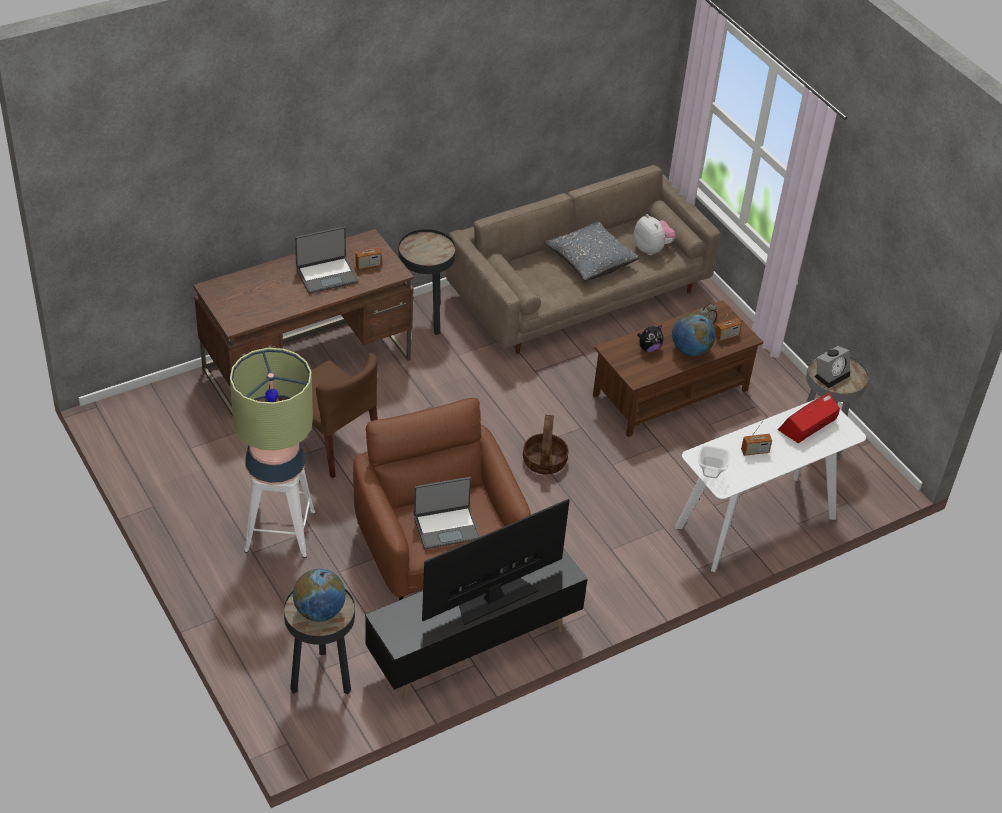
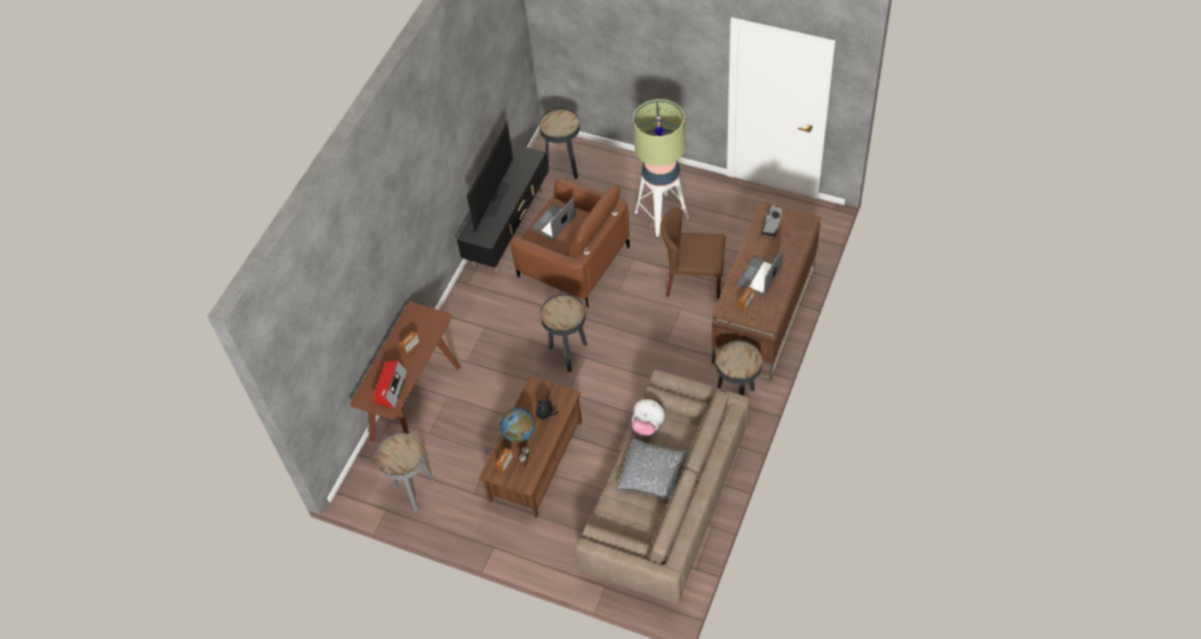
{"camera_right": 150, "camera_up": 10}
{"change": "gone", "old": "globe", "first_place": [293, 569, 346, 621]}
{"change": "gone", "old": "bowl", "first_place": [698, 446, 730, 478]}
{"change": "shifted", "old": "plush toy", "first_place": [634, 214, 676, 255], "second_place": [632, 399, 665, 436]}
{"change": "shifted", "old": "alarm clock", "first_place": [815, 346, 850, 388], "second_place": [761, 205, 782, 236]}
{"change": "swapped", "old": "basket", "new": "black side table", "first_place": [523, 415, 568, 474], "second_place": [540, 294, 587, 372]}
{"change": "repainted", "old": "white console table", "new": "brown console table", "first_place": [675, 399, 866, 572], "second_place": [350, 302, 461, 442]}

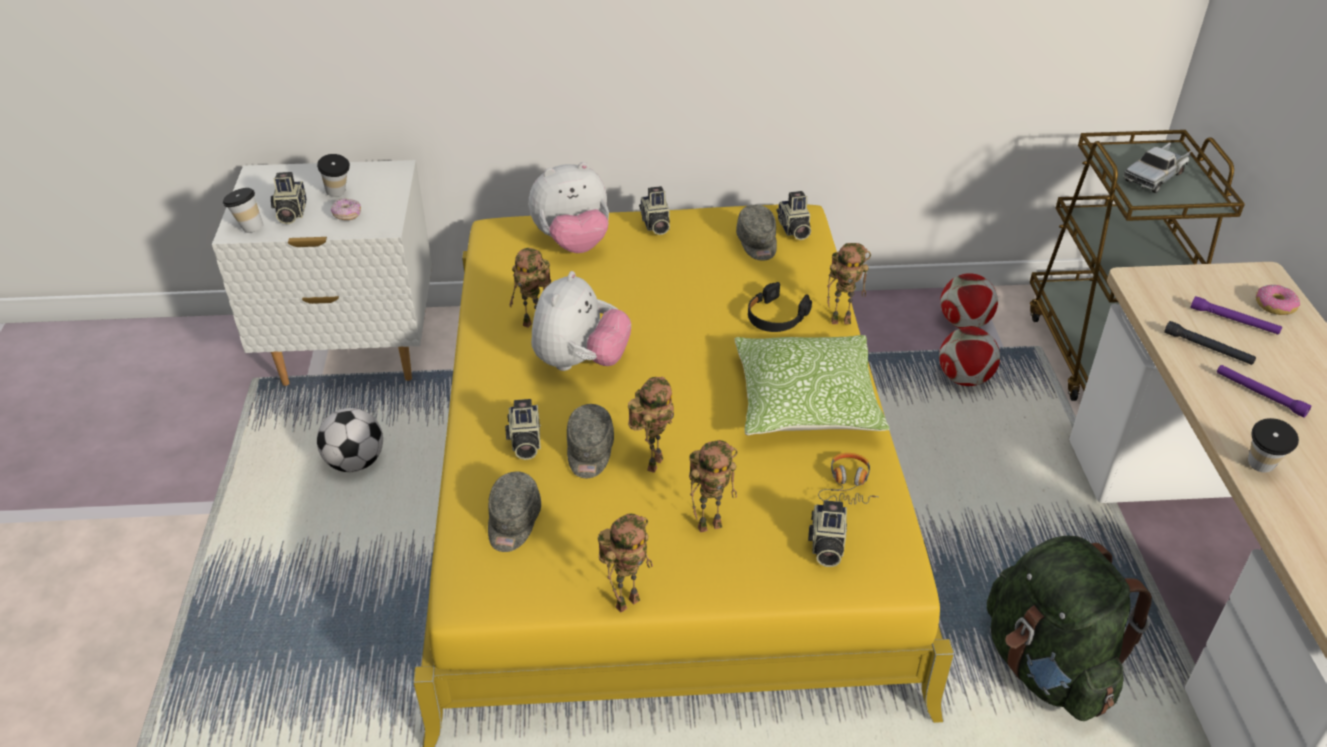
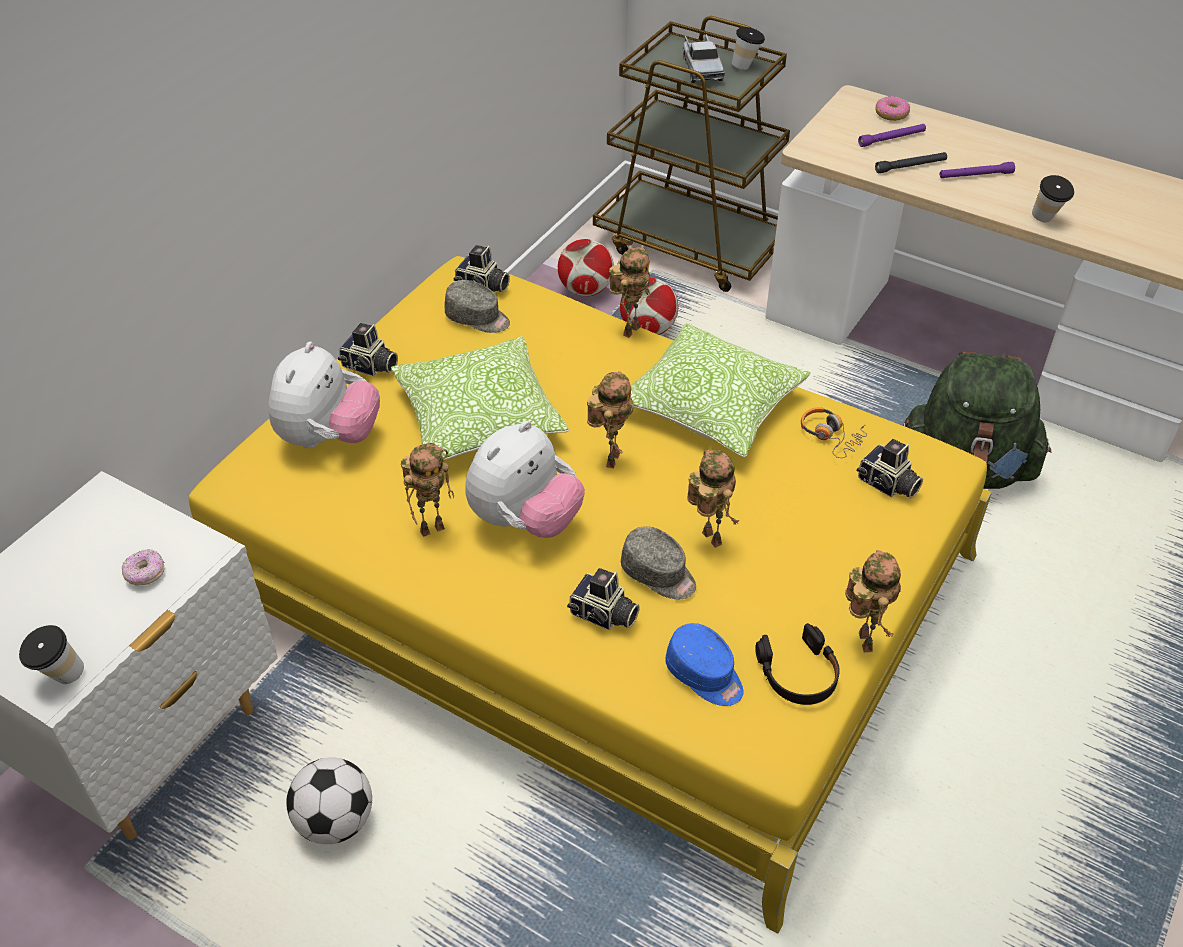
{"camera_right": -55, "camera_up": 5}
{"change": "gone", "old": "photo camera", "first_place": [271, 172, 307, 224]}
{"change": "new", "new": "pillow", "second_place": [391, 336, 569, 460]}
{"change": "shifted", "old": "cup", "first_place": [317, 154, 350, 197], "second_place": [732, 27, 765, 70]}
{"change": "shifted", "old": "toy robot", "first_place": [689, 440, 738, 533], "second_place": [587, 371, 633, 469]}
{"change": "shifted", "old": "black headphones", "first_place": [748, 282, 812, 332], "second_place": [755, 623, 840, 705]}
{"change": "repainted", "old": "grey cap", "new": "blue cap", "first_place": [488, 472, 541, 552], "second_place": [665, 623, 743, 706]}
{"change": "rotated", "old": "plush toy", "first_place": [531, 271, 631, 371], "second_place": [465, 421, 585, 538], "degrees": 75}

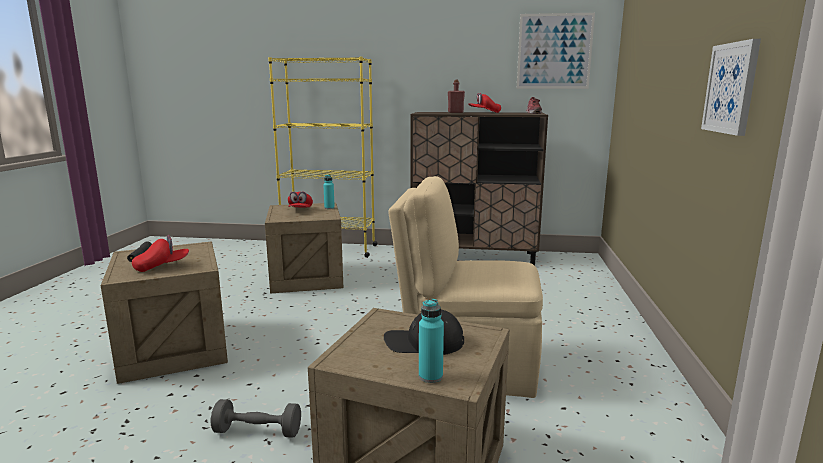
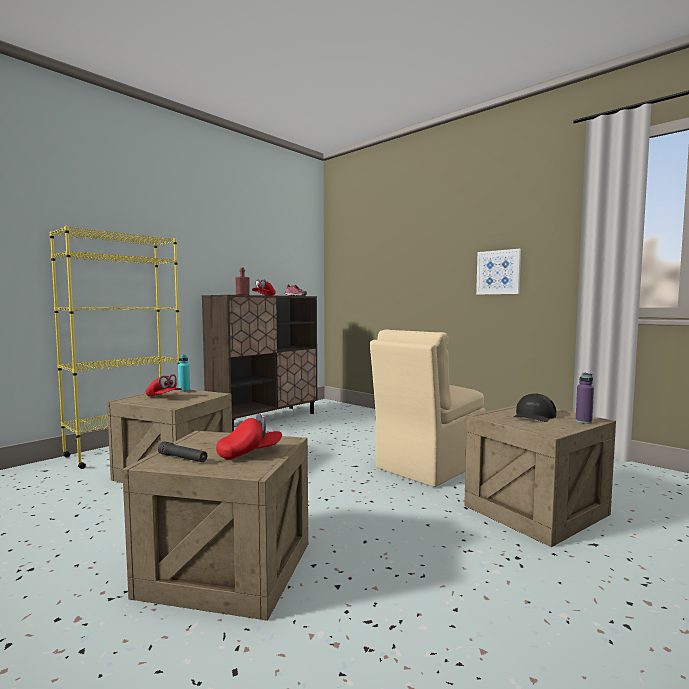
{"camera_right": -55, "camera_up": -10}
{"change": "gone", "old": "grey dumbbell", "first_place": [211, 399, 301, 438]}
{"change": "gone", "old": "picture", "first_place": [516, 13, 595, 89]}
{"change": "repainted", "old": "turquoise bottle", "new": "purple bottle", "first_place": [419, 299, 444, 383], "second_place": [576, 373, 594, 424]}
{"change": "rotated", "old": "red cap", "first_place": [132, 235, 189, 272], "second_place": [216, 414, 282, 460], "degrees": 60}

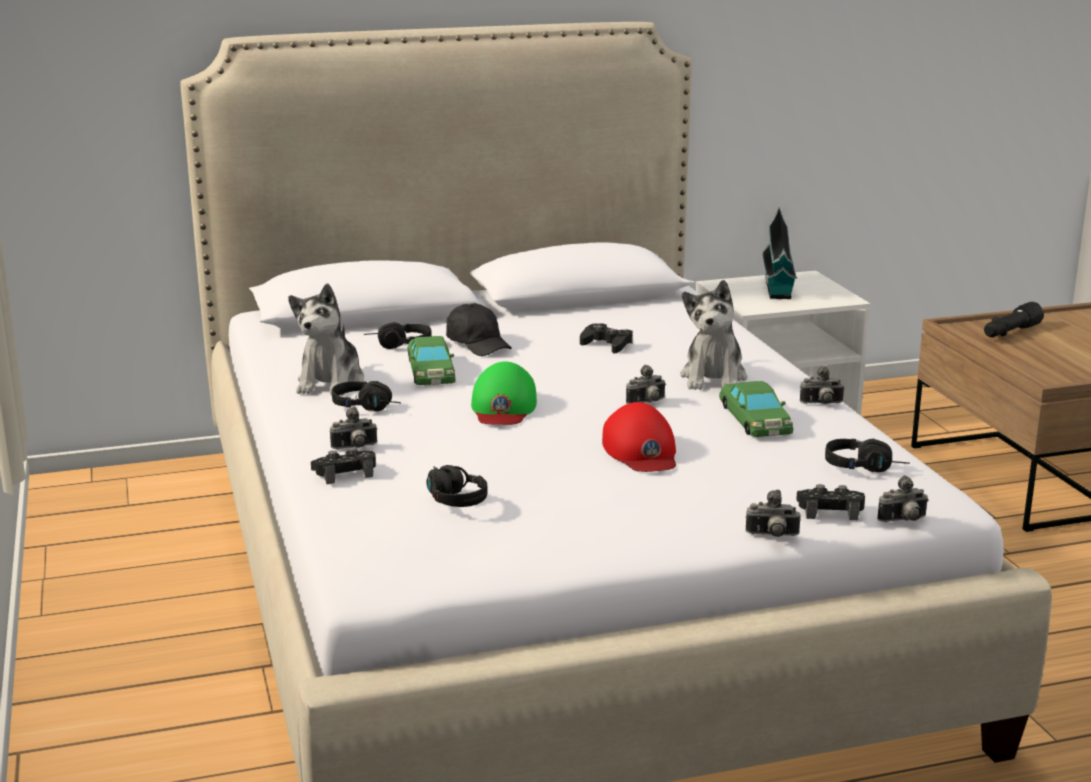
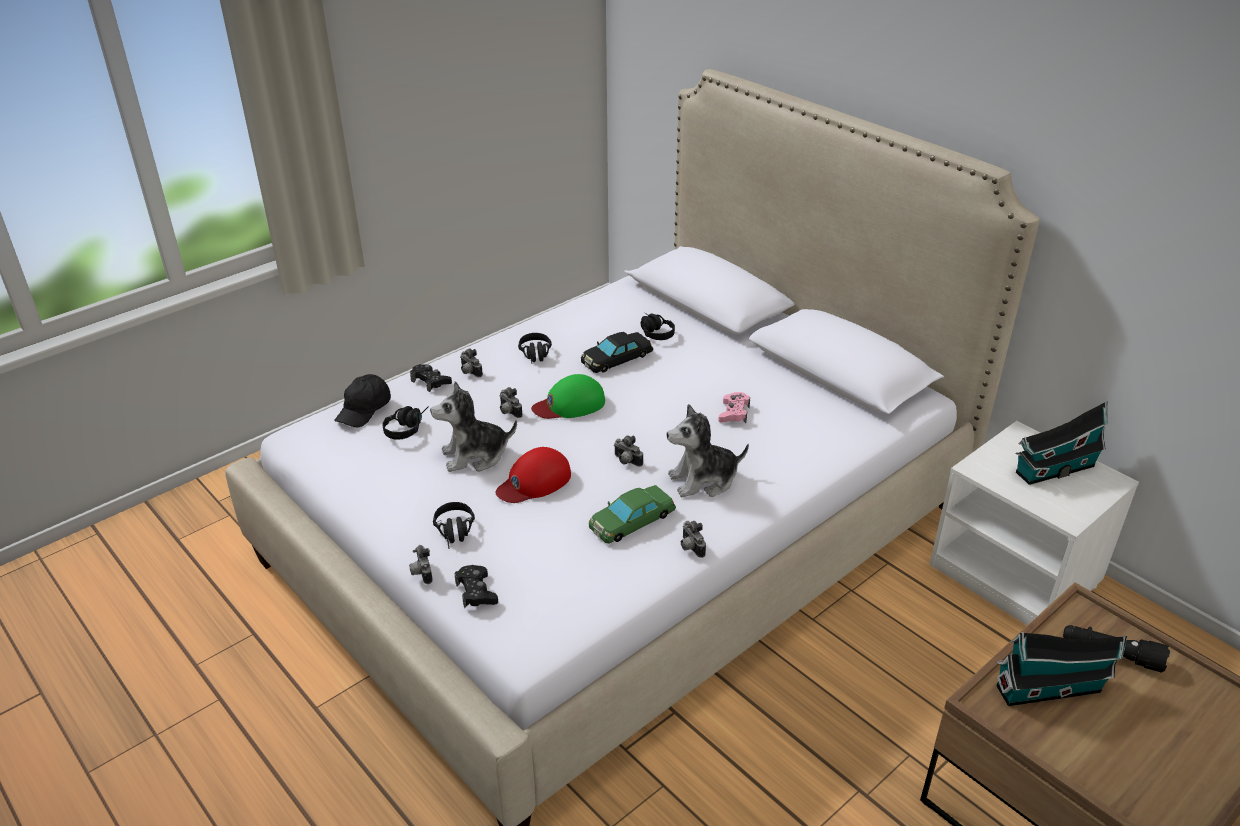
{"camera_right": 65, "camera_up": 15}
{"change": "new", "new": "toy house", "second_place": [996, 632, 1127, 706]}
{"change": "shifted", "old": "plush toy", "first_place": [288, 283, 364, 396], "second_place": [430, 381, 517, 472]}
{"change": "shifted", "old": "black cap", "first_place": [446, 303, 512, 356], "second_place": [334, 374, 391, 427]}
{"change": "shifted", "old": "black headphones", "first_place": [825, 439, 910, 472], "second_place": [433, 502, 475, 549]}
{"change": "shifted", "old": "photo camera", "first_place": [877, 475, 929, 522], "second_place": [500, 387, 523, 418]}
{"change": "repainted", "old": "green toy car", "new": "black toy car", "first_place": [407, 336, 456, 385], "second_place": [581, 332, 653, 373]}
{"change": "repainted", "old": "black game controller", "new": "pink game controller", "first_place": [580, 323, 633, 354], "second_place": [718, 392, 750, 423]}

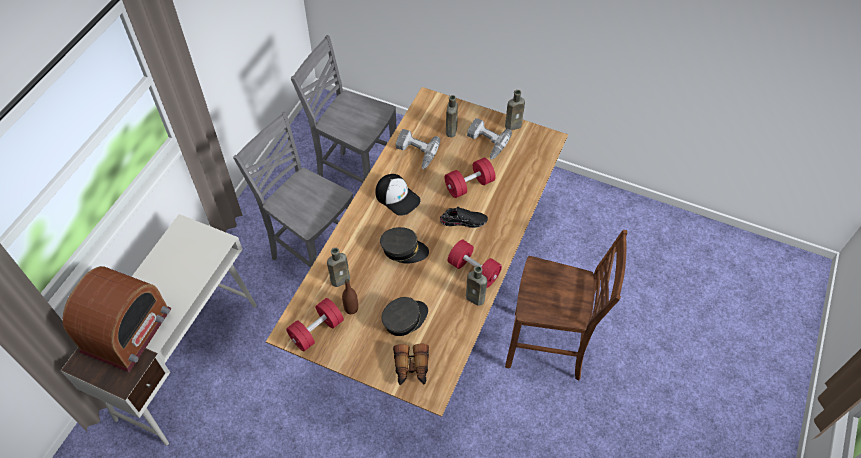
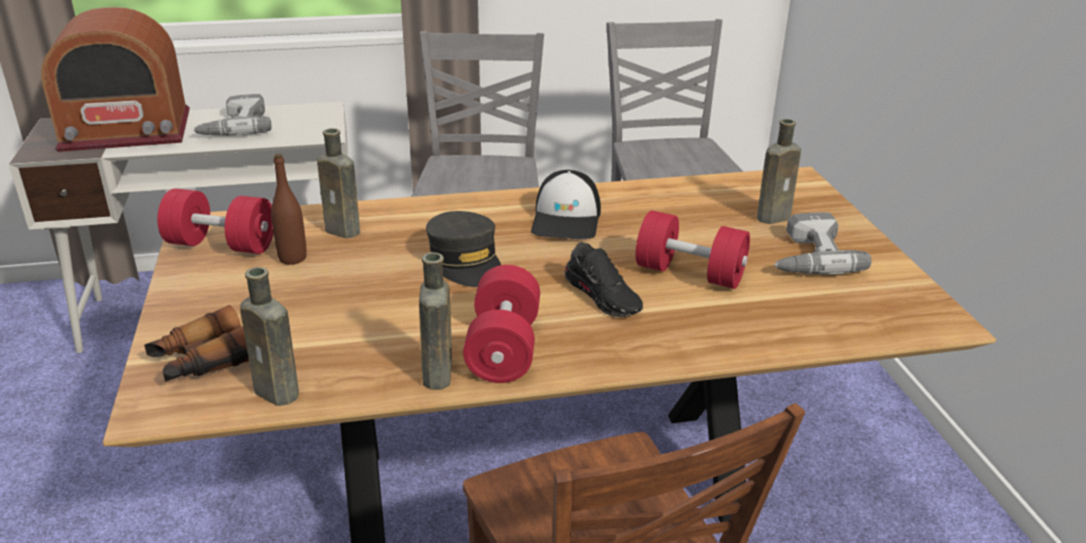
{"camera_right": 55, "camera_up": -25}
{"change": "gone", "old": "grey cap", "first_place": [382, 297, 428, 336]}
{"change": "shifted", "old": "power drill", "first_place": [396, 129, 440, 169], "second_place": [193, 94, 272, 136]}
{"change": "shifted", "old": "brown bottle", "first_place": [505, 90, 525, 130], "second_place": [240, 267, 299, 406]}

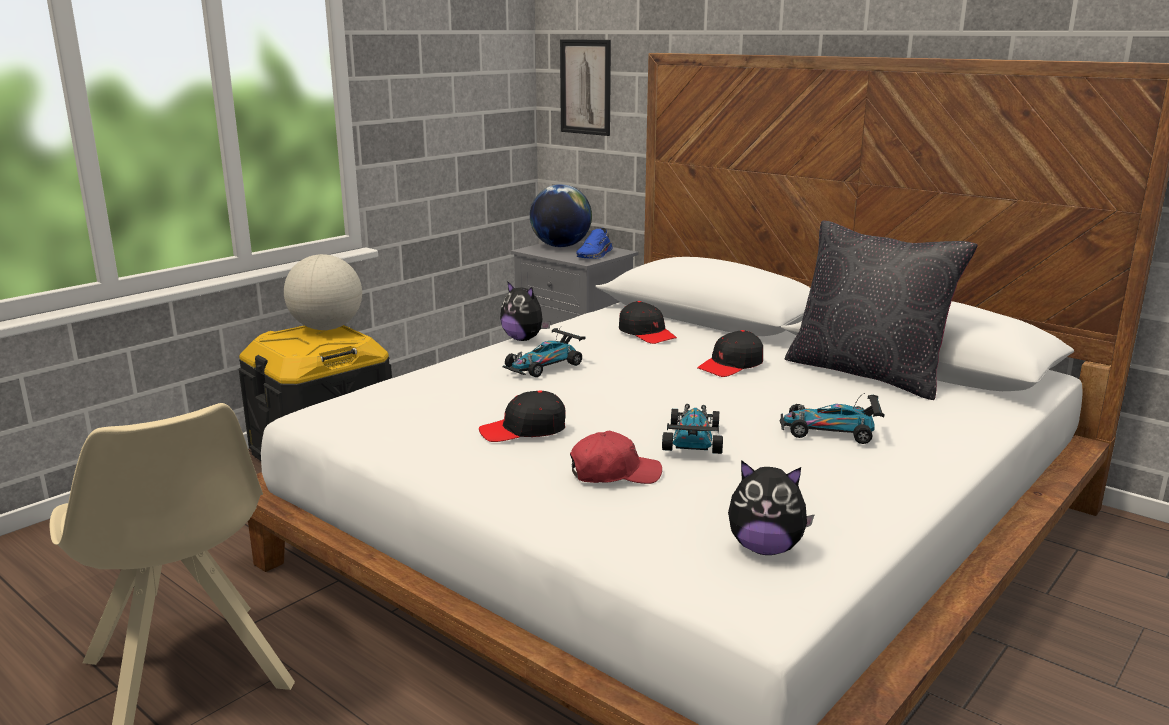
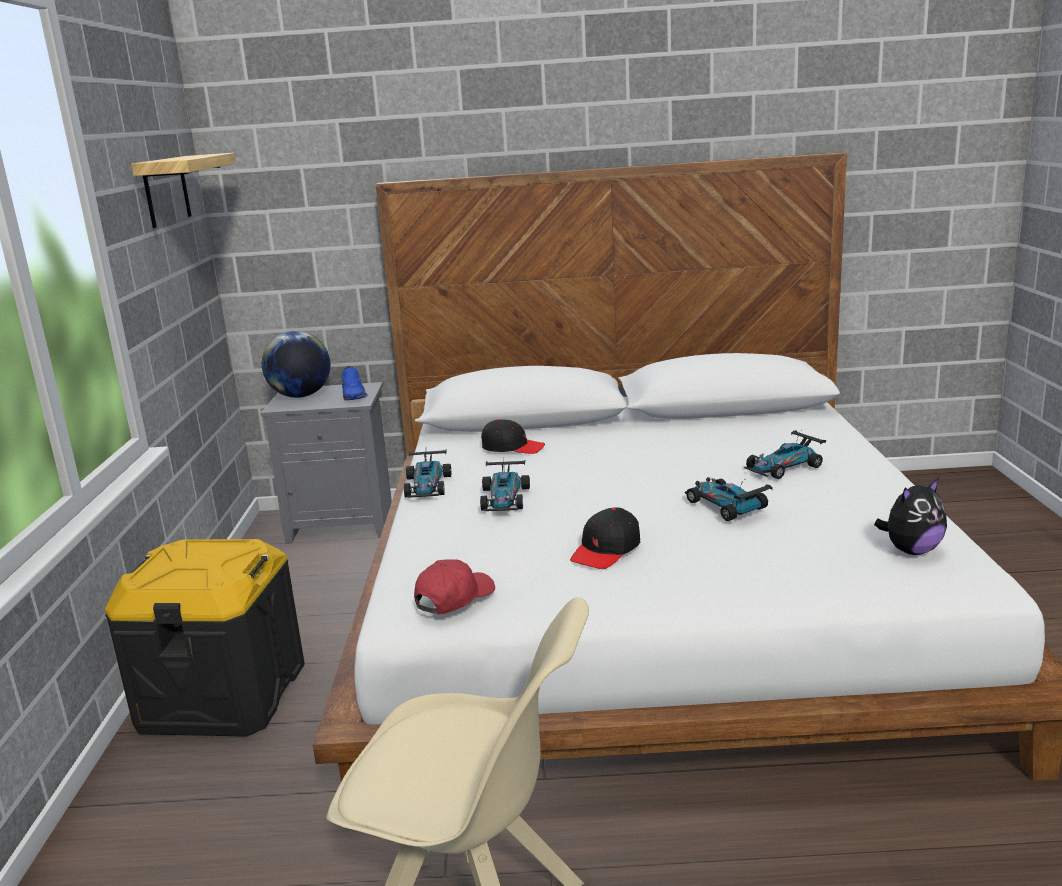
{"camera_right": -40, "camera_up": 0}
{"change": "gone", "old": "globe", "first_place": [284, 254, 362, 330]}
{"change": "gone", "old": "picture", "first_place": [560, 39, 611, 136]}
{"change": "gone", "old": "black cap", "first_place": [697, 330, 763, 377]}
{"change": "gone", "old": "black pillow", "first_place": [785, 220, 978, 400]}
{"change": "new", "new": "shelf", "second_place": [131, 153, 236, 228]}
{"change": "shifted", "old": "red cap", "first_place": [570, 431, 662, 484], "second_place": [414, 559, 495, 614]}
{"change": "swapped", "old": "plush toy", "new": "toy car", "first_place": [500, 281, 550, 341], "second_place": [404, 449, 451, 498]}

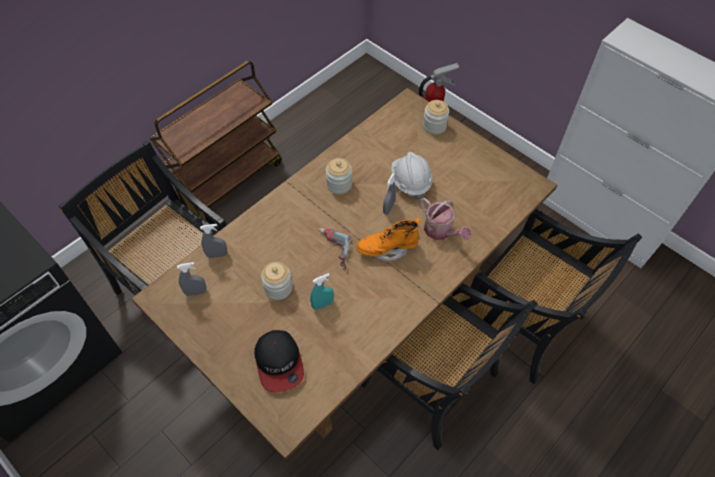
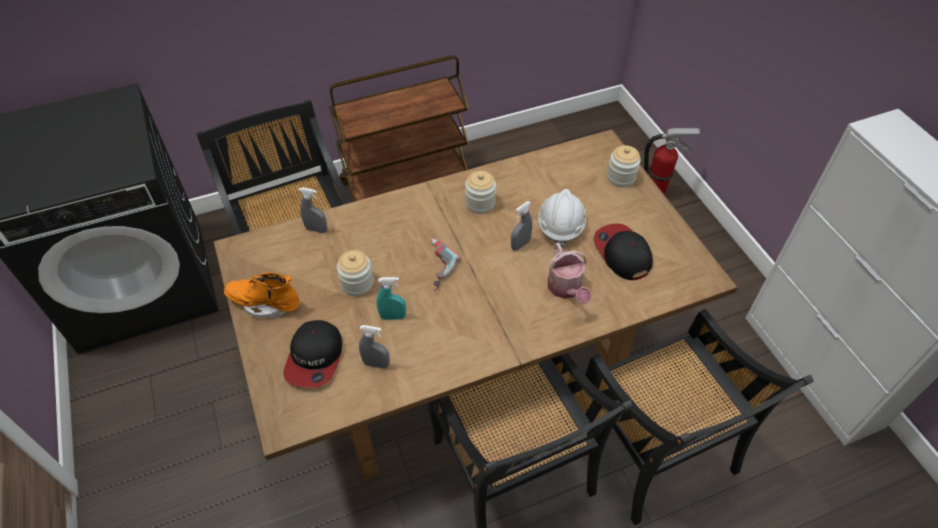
{"camera_right": 25, "camera_up": -5}
{"change": "new", "new": "cap", "second_place": [593, 223, 653, 280]}
{"change": "shifted", "old": "grey spray bottle", "first_place": [177, 262, 207, 296], "second_place": [359, 325, 390, 369]}
{"change": "shifted", "old": "orange boot", "first_place": [356, 218, 421, 261], "second_place": [224, 273, 300, 318]}

